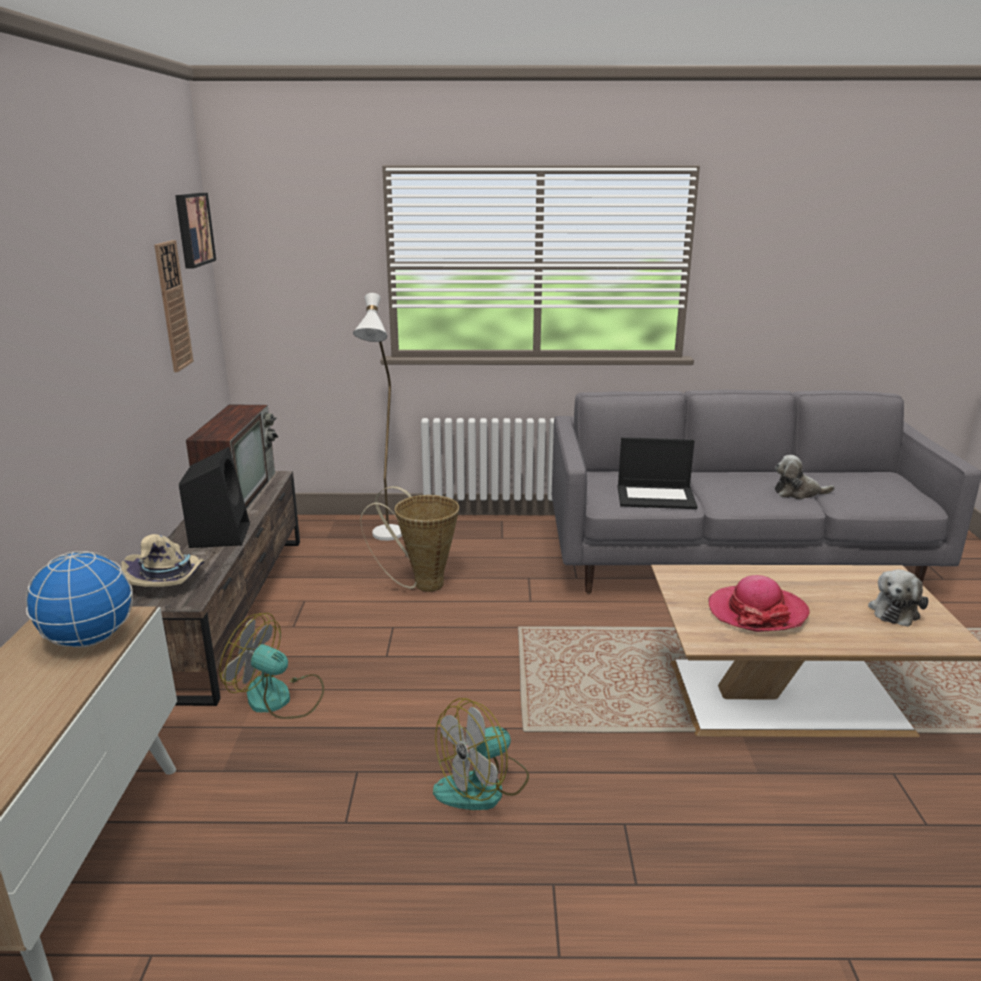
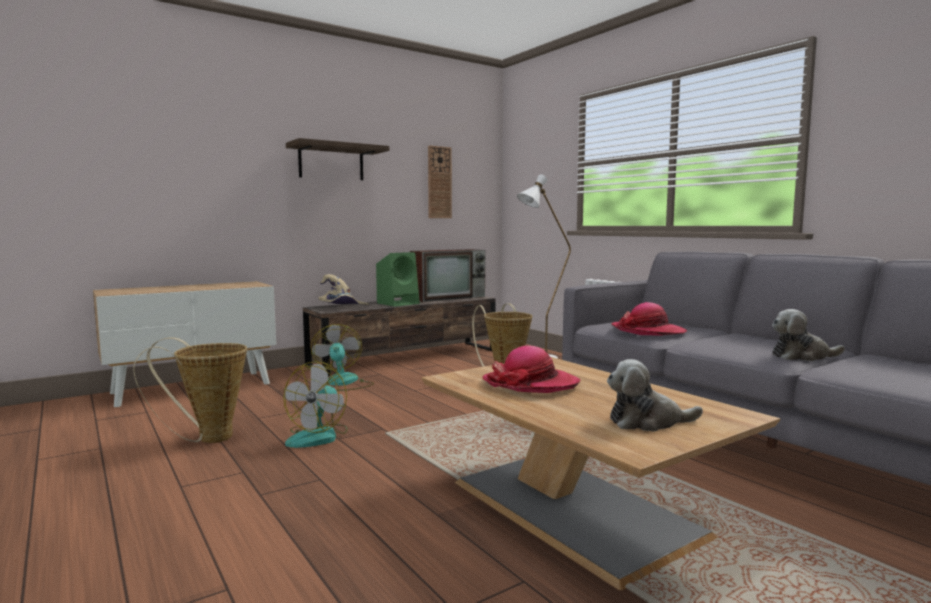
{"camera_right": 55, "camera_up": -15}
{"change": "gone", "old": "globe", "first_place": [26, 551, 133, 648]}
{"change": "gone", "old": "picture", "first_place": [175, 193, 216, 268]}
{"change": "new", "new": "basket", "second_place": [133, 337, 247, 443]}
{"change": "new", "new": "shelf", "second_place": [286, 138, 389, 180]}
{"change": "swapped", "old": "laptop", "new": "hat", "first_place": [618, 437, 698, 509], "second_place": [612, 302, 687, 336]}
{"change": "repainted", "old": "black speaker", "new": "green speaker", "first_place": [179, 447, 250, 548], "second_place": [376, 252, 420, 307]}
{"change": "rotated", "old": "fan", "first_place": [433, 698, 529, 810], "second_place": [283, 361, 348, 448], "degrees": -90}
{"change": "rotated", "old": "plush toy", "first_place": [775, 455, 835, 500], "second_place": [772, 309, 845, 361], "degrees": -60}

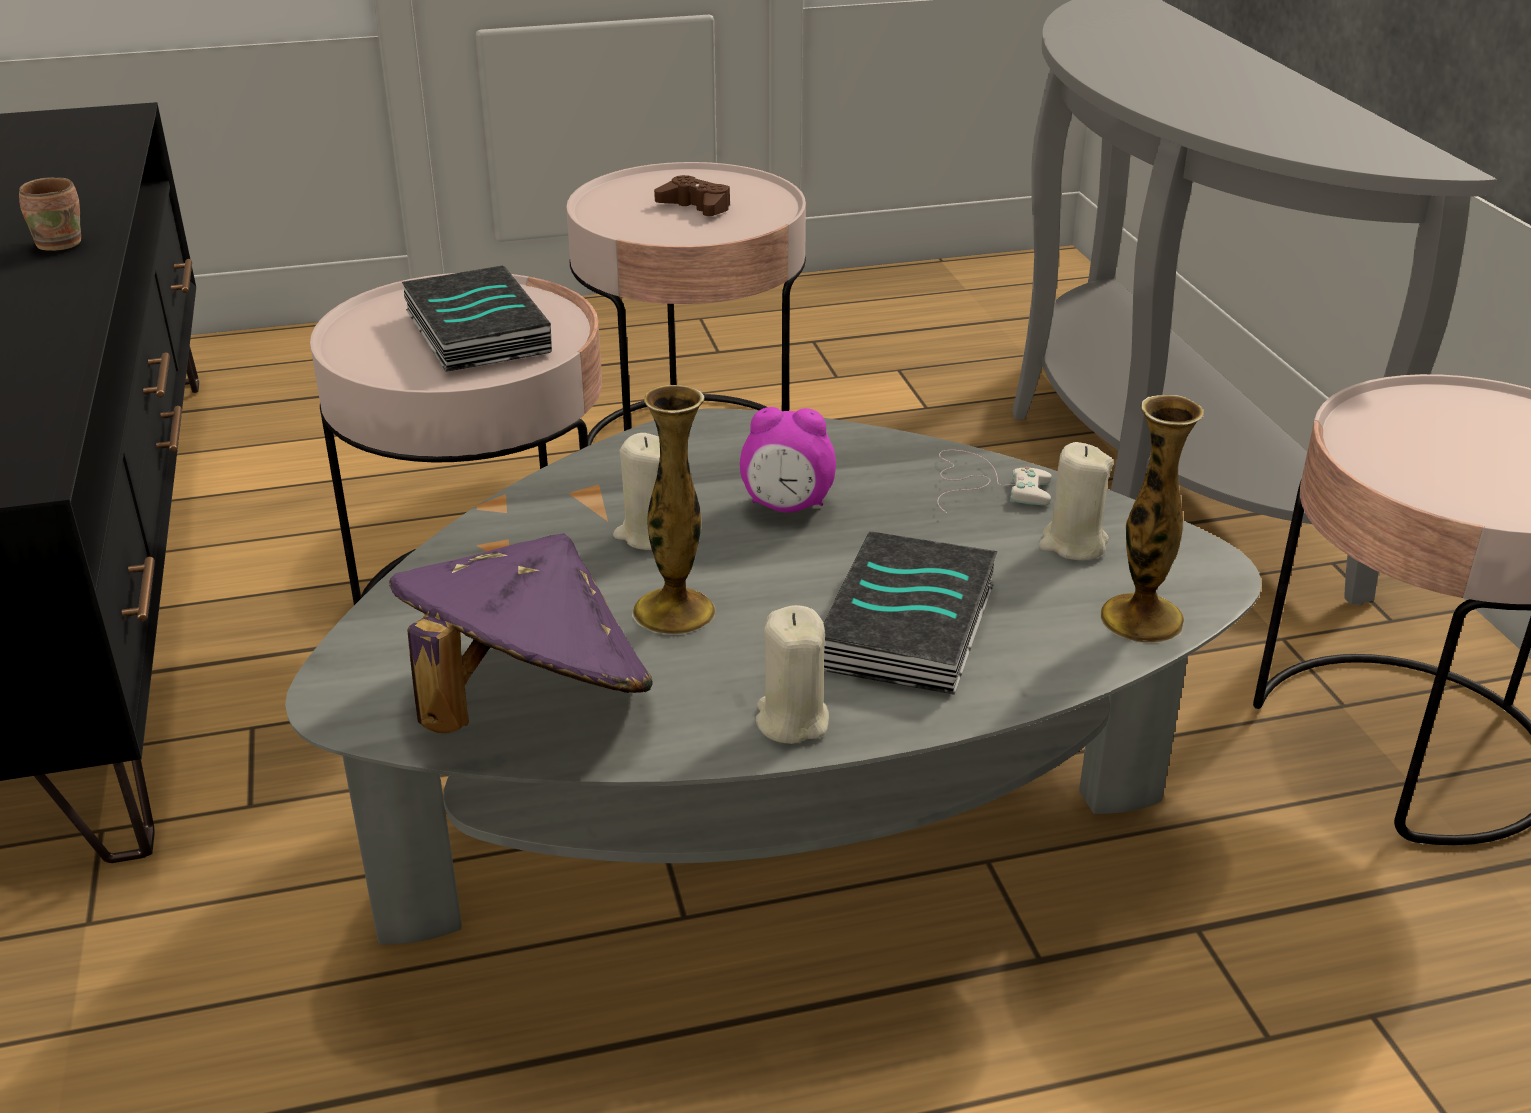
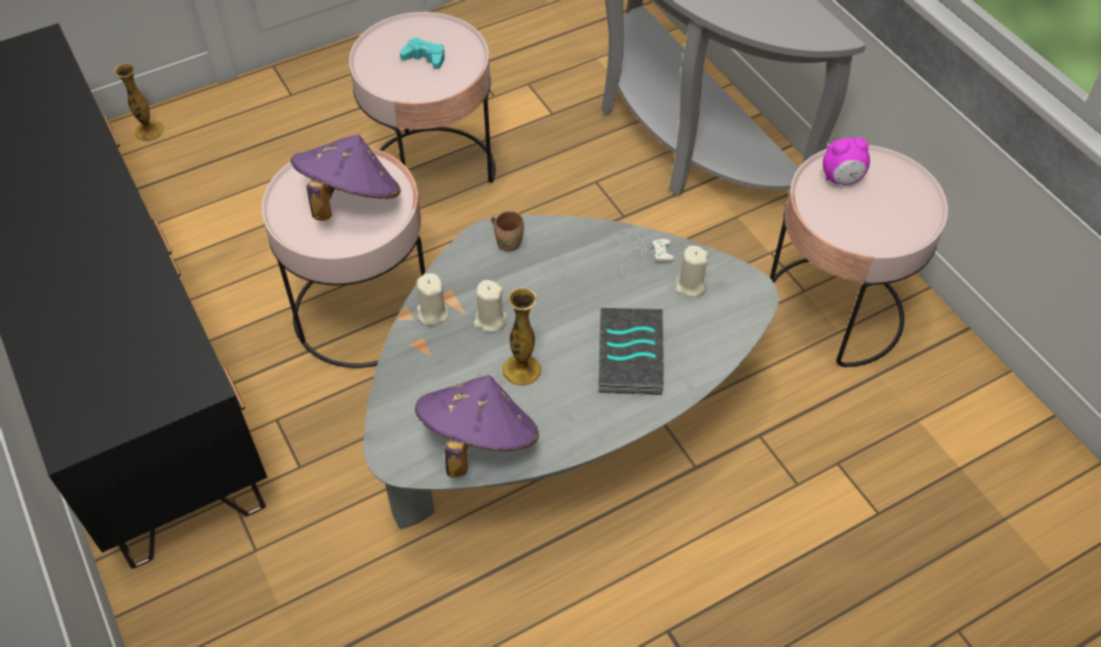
{"camera_right": -15, "camera_up": 20}
{"change": "shifted", "old": "brown mug", "first_place": [19, 177, 81, 251], "second_place": [491, 211, 524, 252]}
{"change": "shifted", "old": "alarm clock", "first_place": [740, 407, 836, 513], "second_place": [823, 137, 870, 185]}
{"change": "shifted", "old": "beige candle", "first_place": [756, 605, 829, 744], "second_place": [417, 273, 448, 326]}
{"change": "shifted", "old": "vase", "first_place": [1101, 395, 1204, 643], "second_place": [114, 63, 164, 142]}
{"change": "swapped", "old": "book", "new": "purple hat", "first_place": [402, 266, 552, 372], "second_place": [291, 134, 401, 221]}
{"change": "repainted", "old": "brown game controller", "new": "turquoise game controller", "first_place": [654, 175, 731, 216], "second_place": [400, 37, 445, 69]}

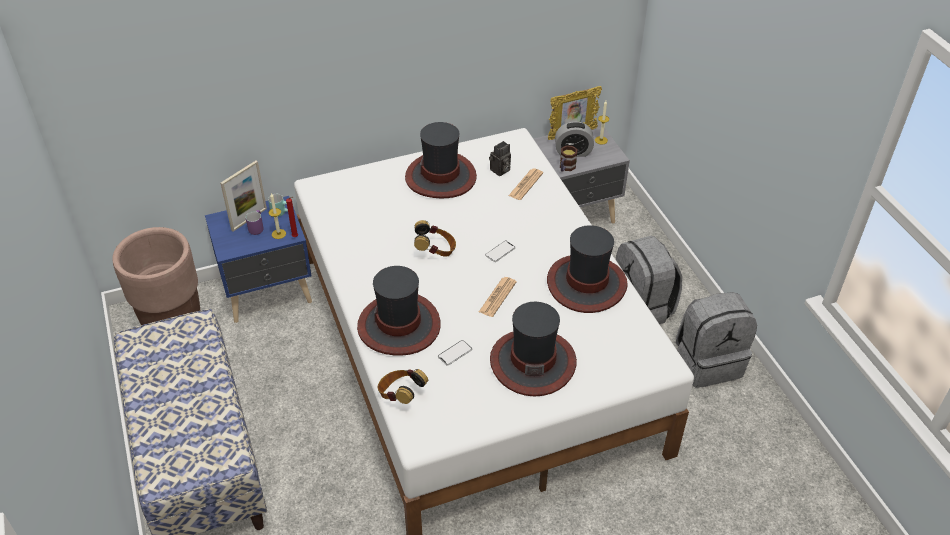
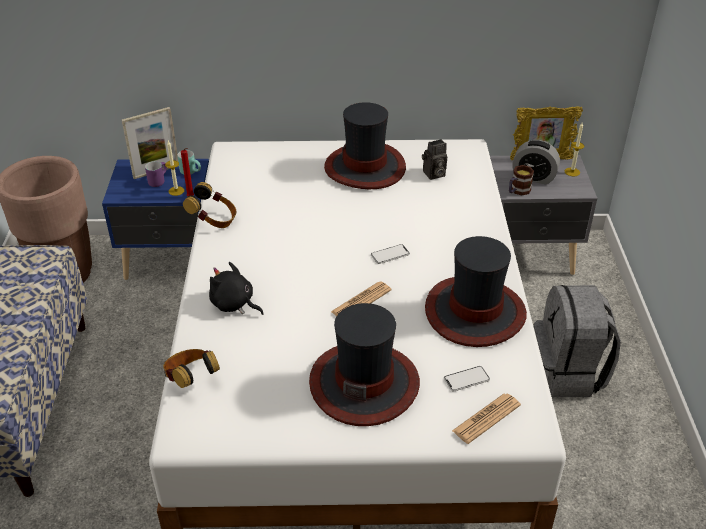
{"camera_right": 20, "camera_up": -5}
{"change": "gone", "old": "grey backpack", "first_place": [676, 292, 757, 388]}
{"change": "shifted", "old": "headphones", "first_place": [414, 220, 456, 257], "second_place": [183, 182, 236, 228]}
{"change": "shifted", "old": "phone", "first_place": [438, 340, 472, 366], "second_place": [444, 366, 490, 391]}
{"change": "shifted", "old": "newspaper", "first_place": [508, 169, 543, 200], "second_place": [452, 394, 521, 444]}
{"change": "swapped", "old": "hat", "new": "black plush toy", "first_place": [357, 266, 441, 356], "second_place": [209, 262, 264, 315]}

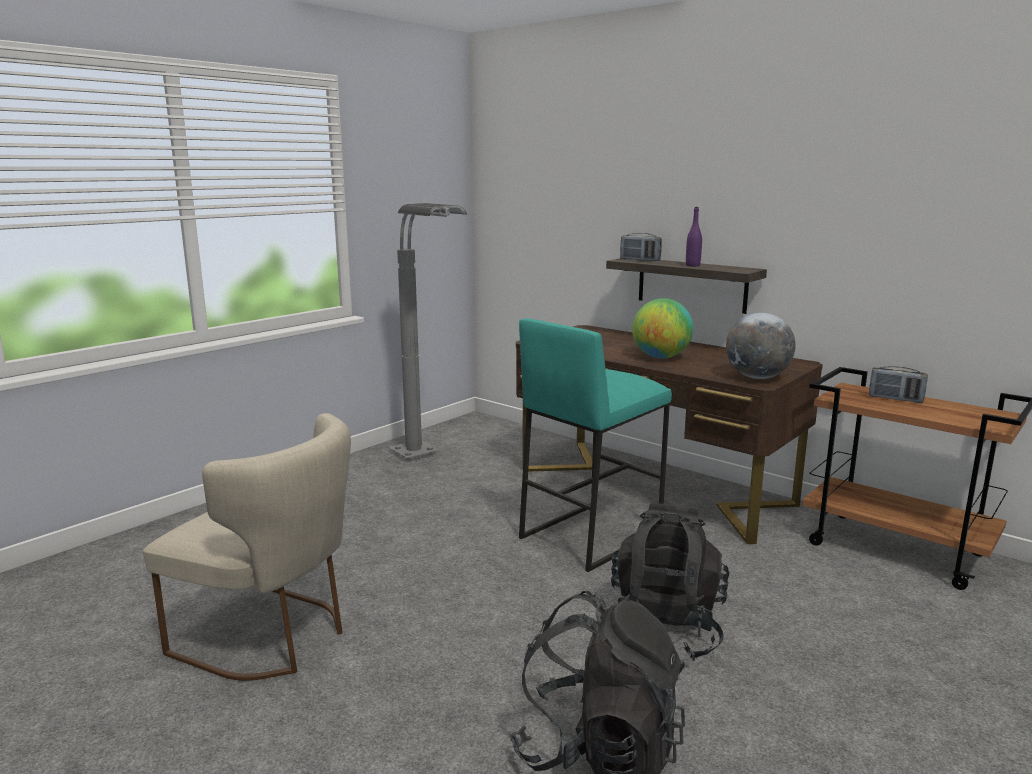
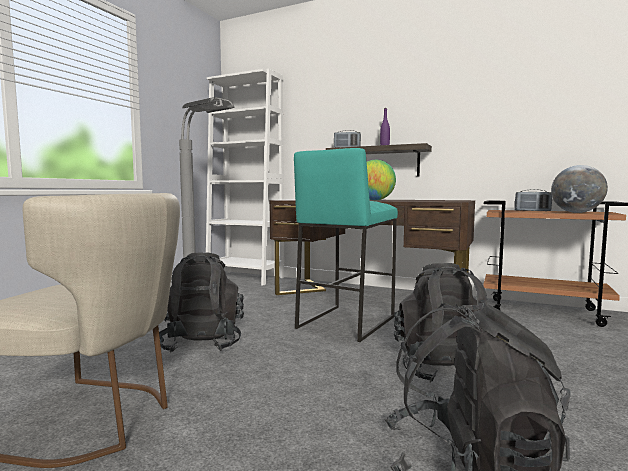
{"camera_right": -15, "camera_up": -10}
{"change": "new", "new": "black backpack", "second_place": [159, 252, 244, 353]}
{"change": "new", "new": "white bookcase", "second_place": [206, 69, 284, 286]}
{"change": "shifted", "old": "globe", "first_place": [726, 313, 796, 379], "second_place": [551, 165, 608, 213]}

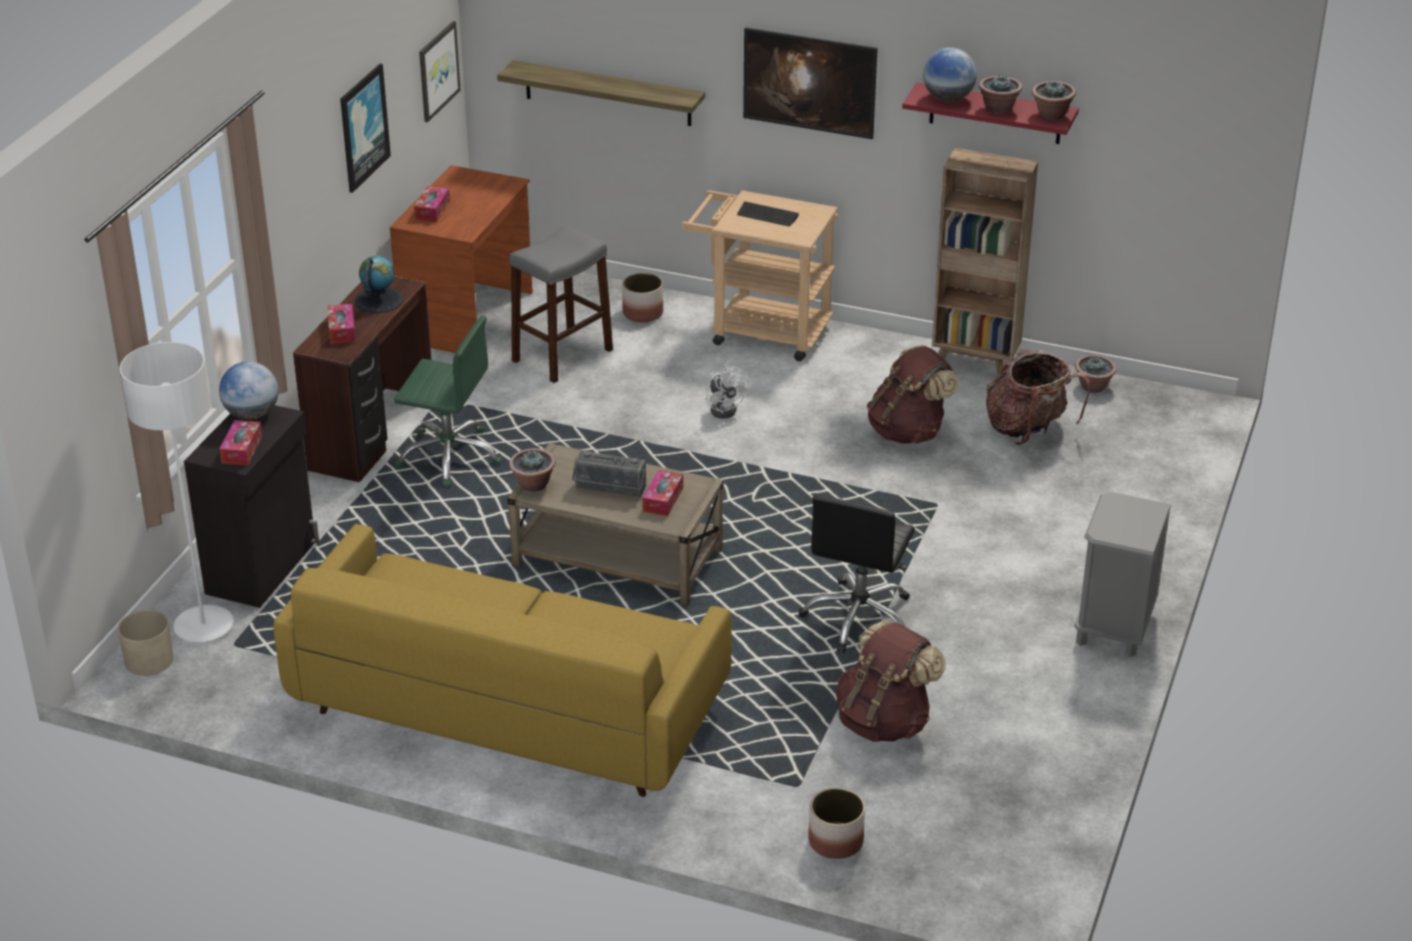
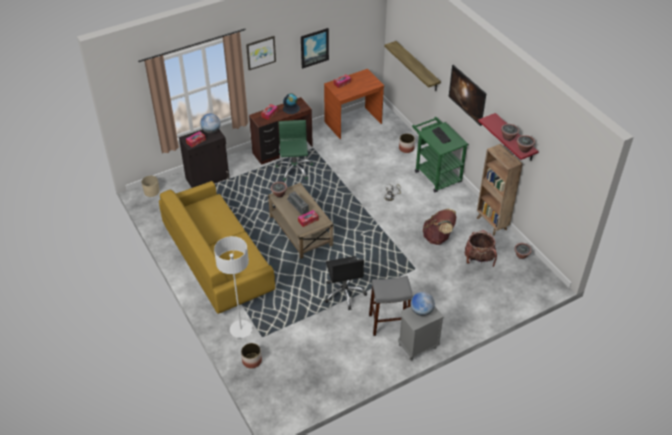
{"camera_right": 40, "camera_up": 10}
{"change": "gone", "old": "brown backpack", "first_place": [836, 620, 946, 742]}
{"change": "shifted", "old": "white floor lamp", "first_place": [119, 342, 233, 642], "second_place": [214, 236, 252, 338]}
{"change": "shifted", "old": "picture", "first_place": [419, 21, 461, 122], "second_place": [246, 36, 276, 70]}
{"change": "shifted", "old": "grey stool", "first_place": [509, 226, 613, 383], "second_place": [369, 276, 413, 336]}
{"change": "shifted", "old": "globe", "first_place": [923, 47, 977, 102], "second_place": [410, 292, 435, 316]}
{"change": "repainted", "old": "beige cart", "new": "green cart", "first_place": [681, 190, 838, 361], "second_place": [412, 117, 469, 192]}
{"change": "rotated", "old": "green office chair", "first_place": [394, 316, 502, 487], "second_place": [276, 120, 313, 181], "degrees": -150}
{"change": "rotated", "old": "black office chair", "first_place": [799, 495, 915, 653], "second_place": [325, 256, 367, 310], "degrees": -75}

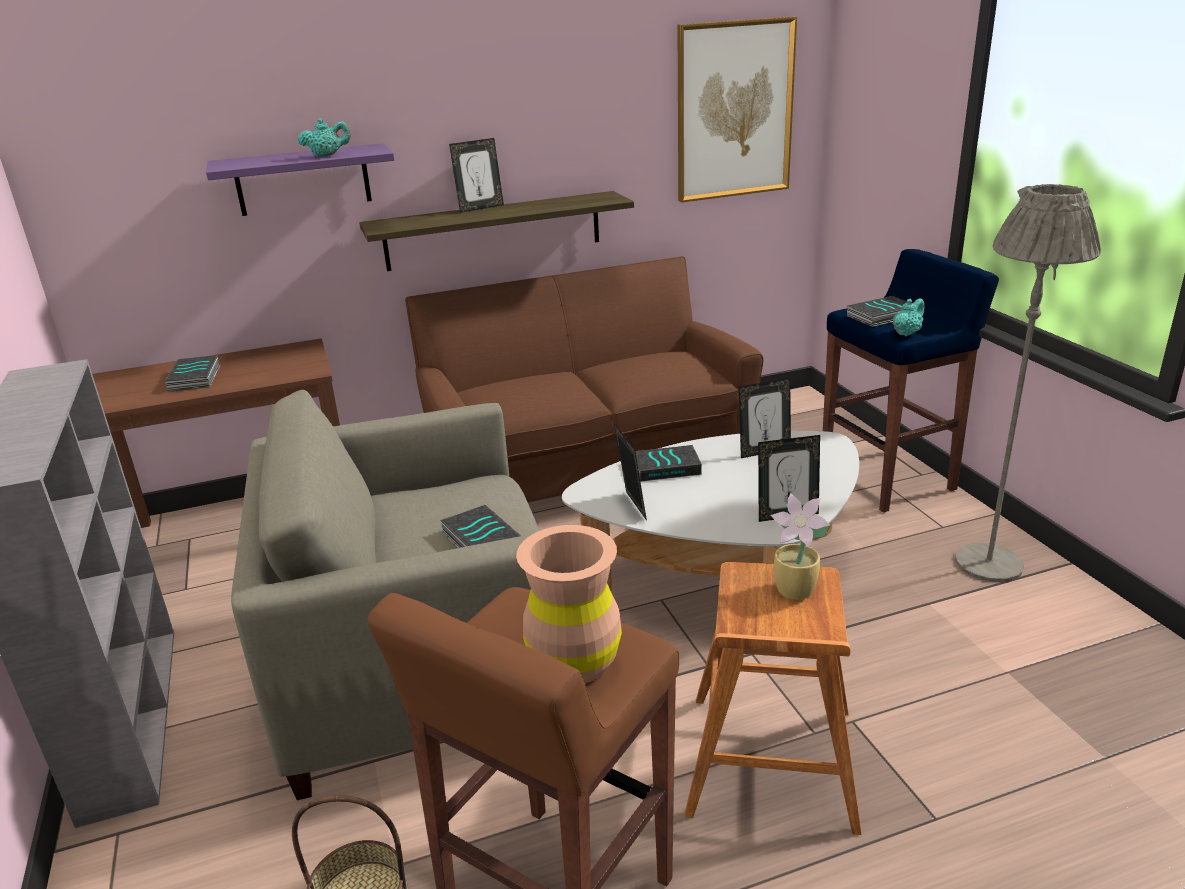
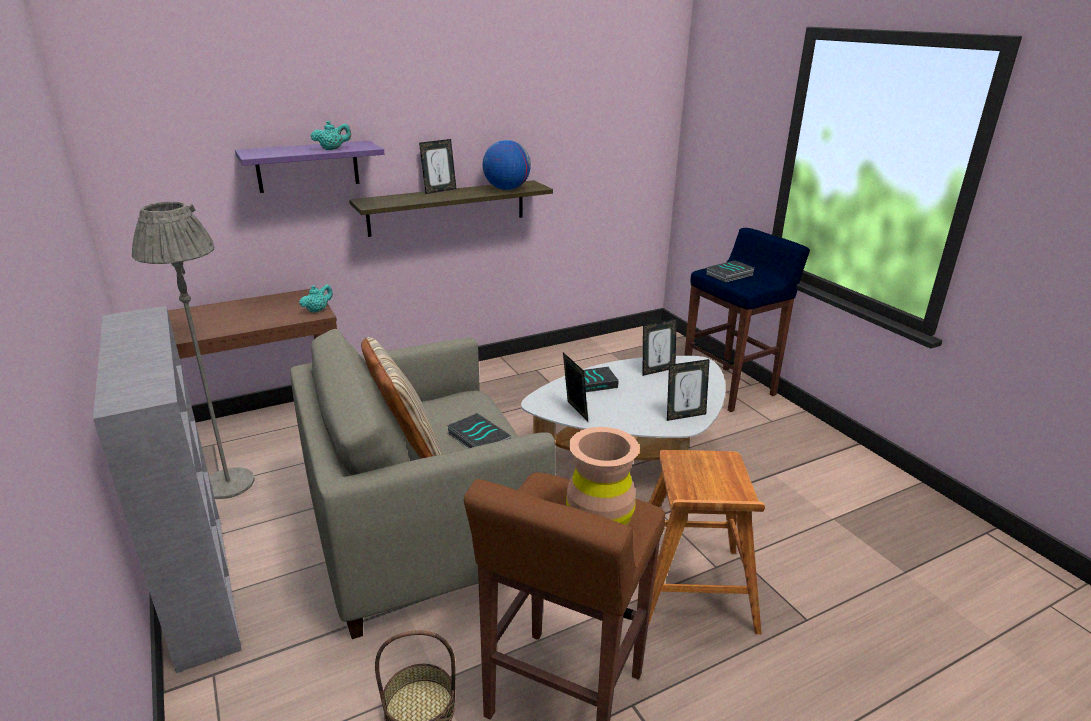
{"camera_right": -10, "camera_up": 0}
{"change": "gone", "old": "book", "first_place": [165, 355, 220, 392]}
{"change": "gone", "old": "brown sofa", "first_place": [405, 256, 763, 502]}
{"change": "gone", "old": "picture", "first_place": [677, 16, 797, 203]}
{"change": "gone", "old": "potted plant", "first_place": [771, 493, 831, 600]}
{"change": "new", "new": "beige pillow", "second_place": [361, 337, 442, 459]}
{"change": "new", "new": "globe", "second_place": [483, 140, 531, 190]}
{"change": "shifted", "old": "turquoise teapot", "first_place": [893, 298, 924, 336], "second_place": [299, 285, 333, 313]}
{"change": "shifted", "old": "grey floor lamp", "first_place": [955, 184, 1101, 582], "second_place": [132, 201, 255, 499]}

